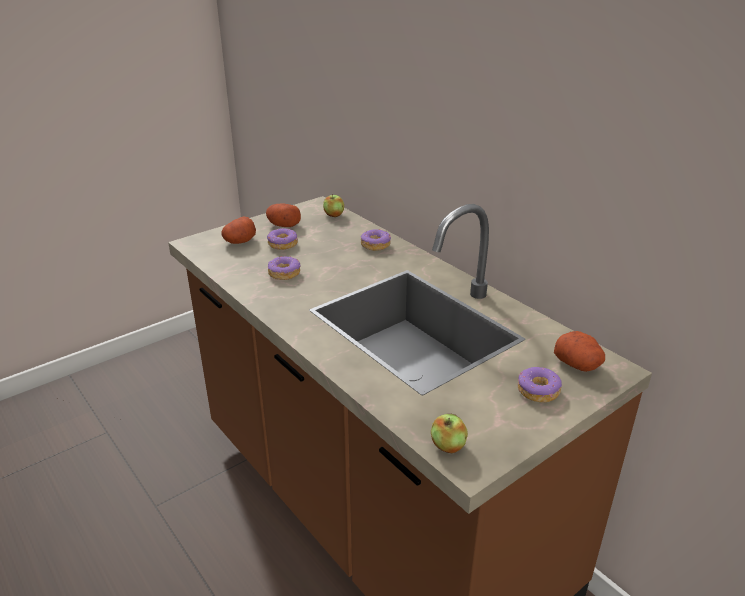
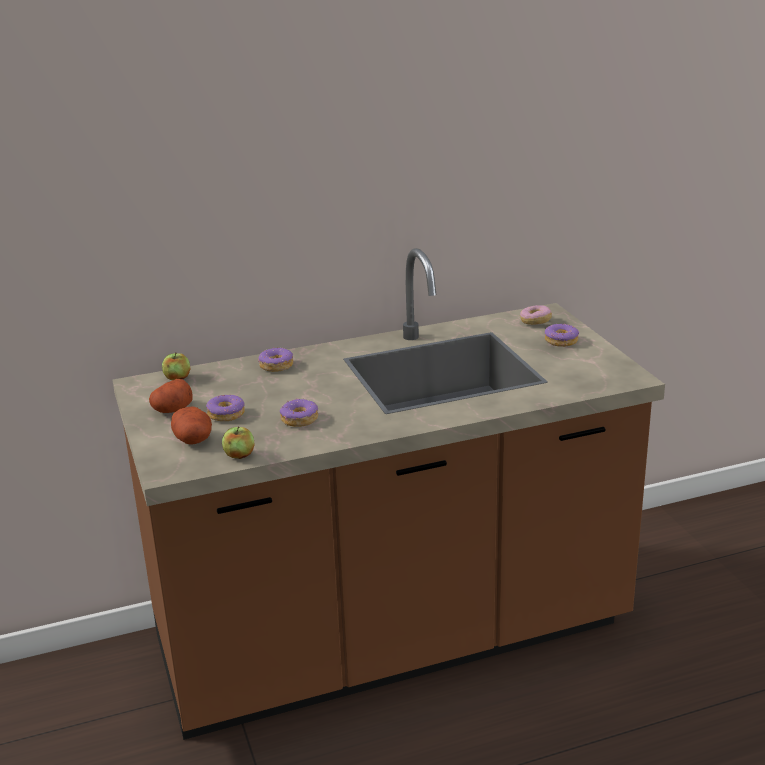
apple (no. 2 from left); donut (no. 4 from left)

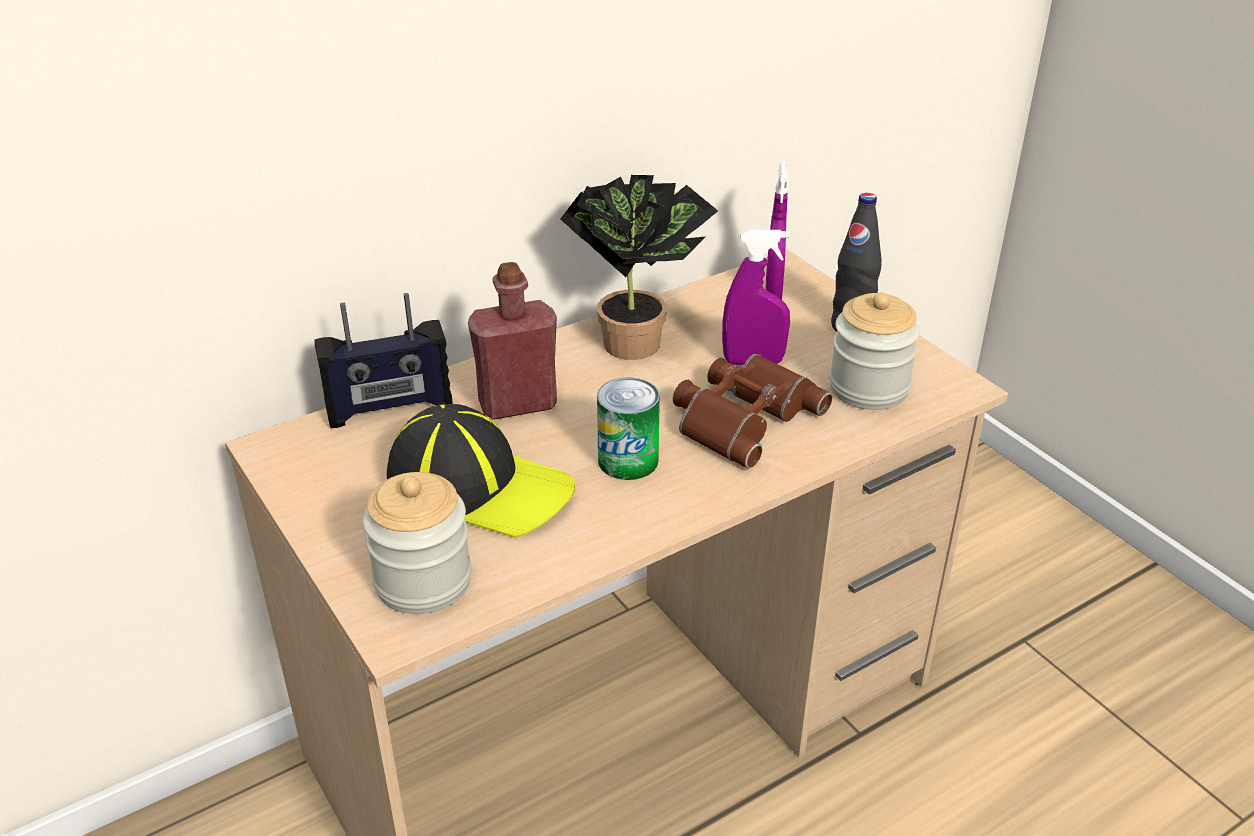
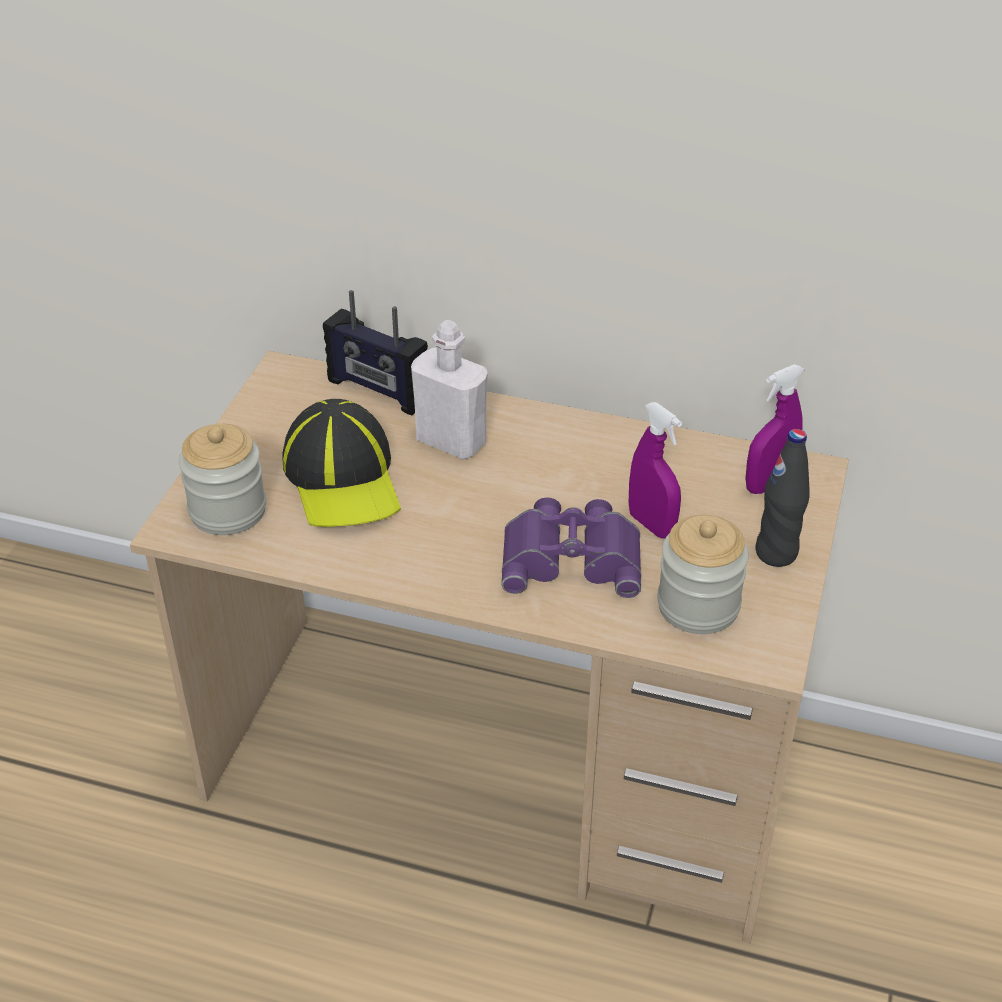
white_bottle; purple_binoculars; potted_plant; can

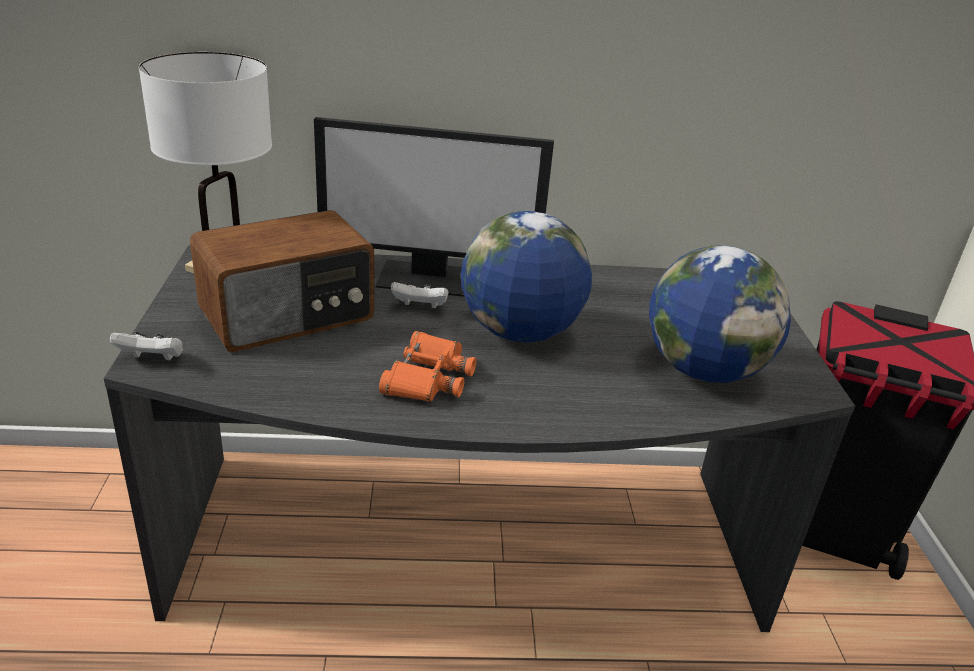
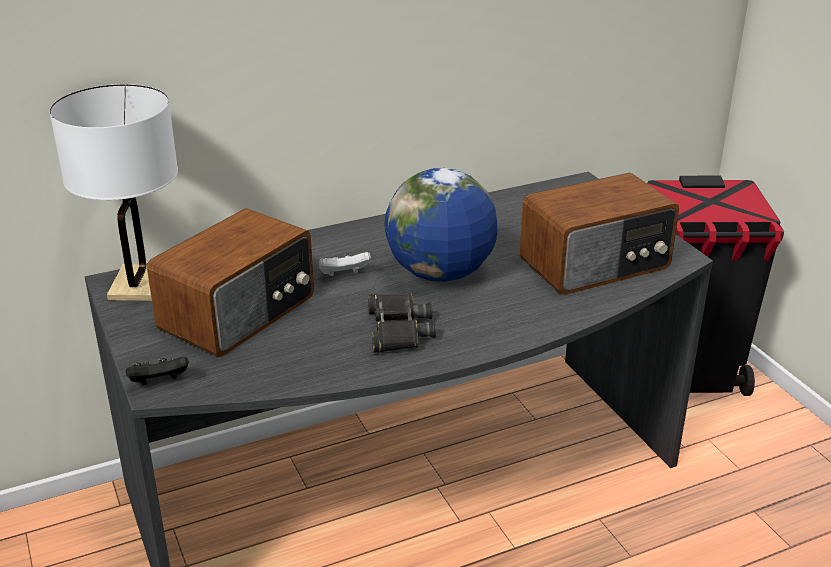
black_game_controller; black_binoculars; radio (no. 2 from left); monitor

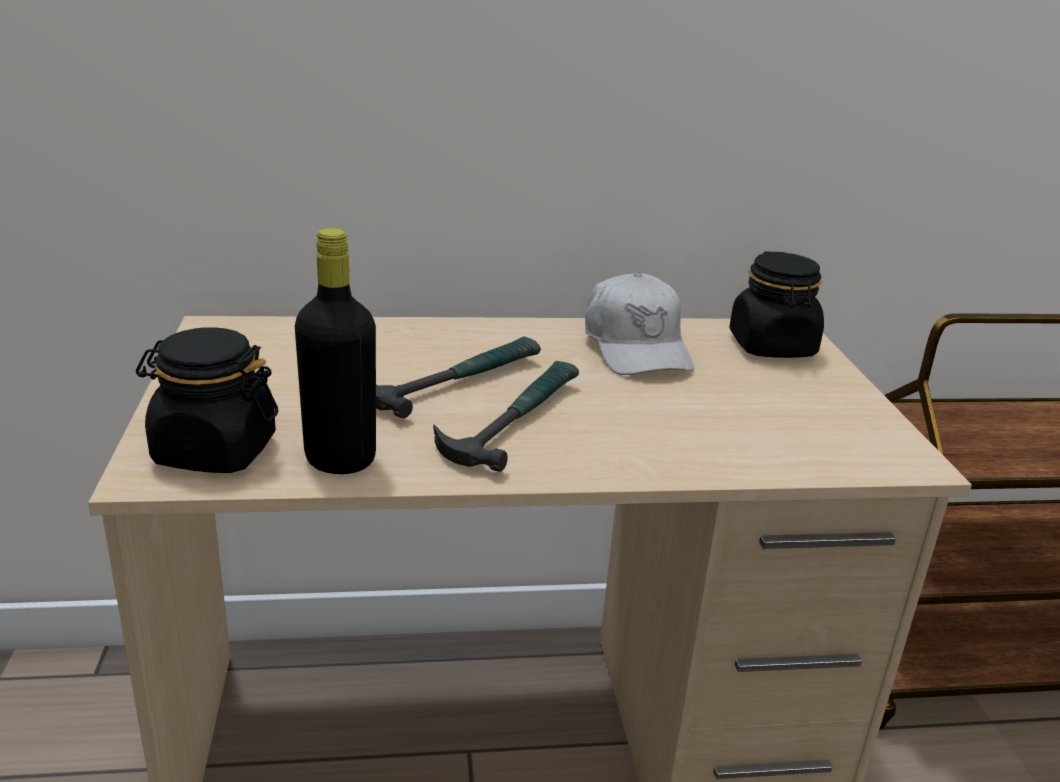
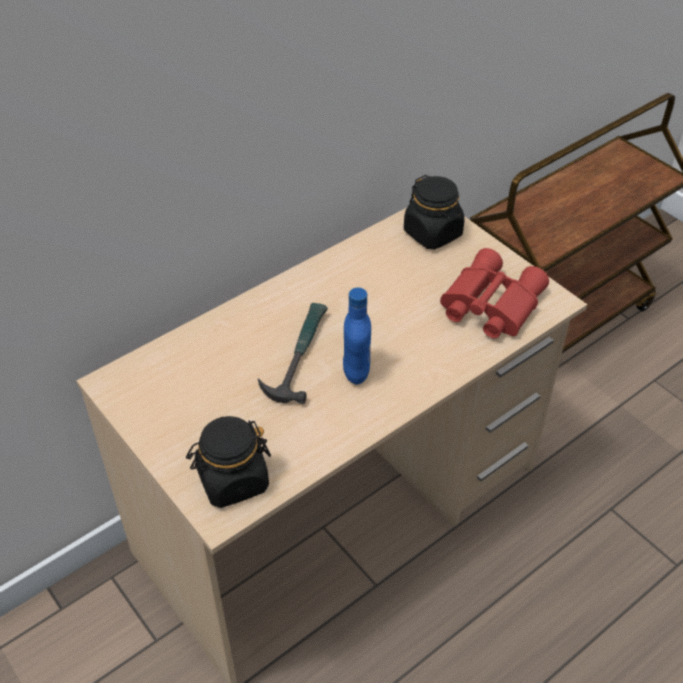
blue_bottle; red_binoculars; black_bottle; white_cap

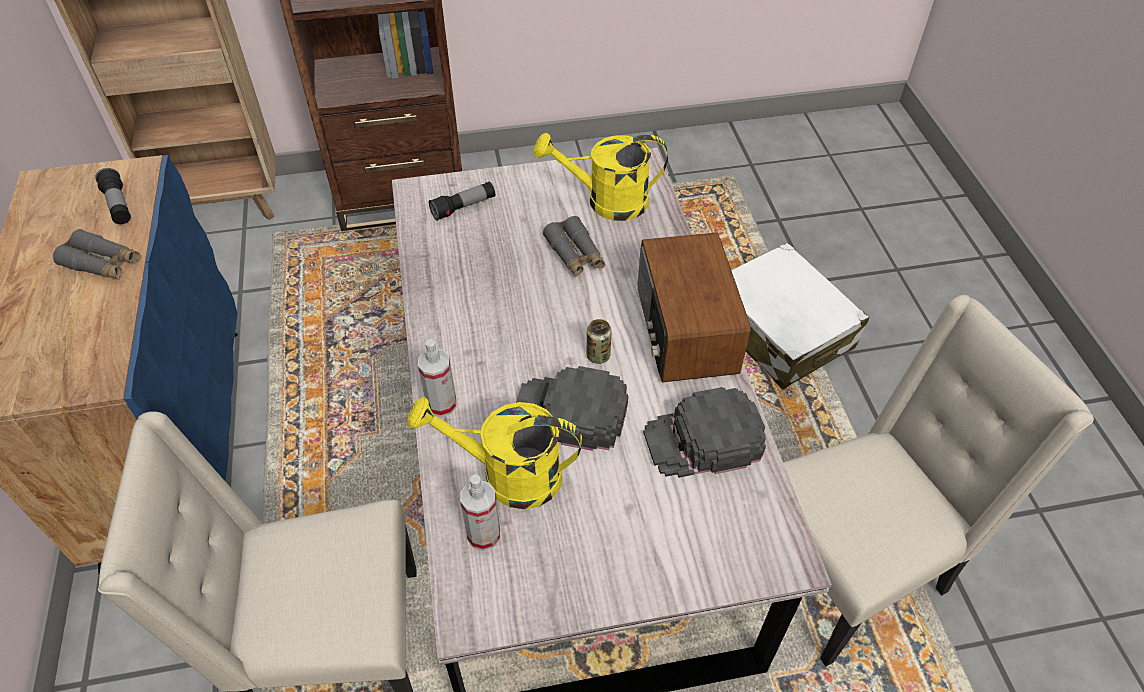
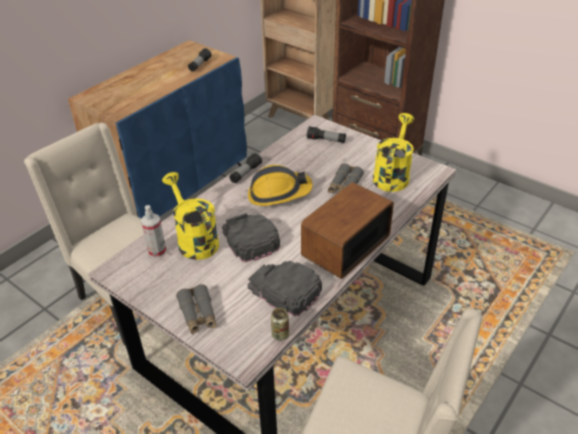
grey_binoculars (no. 1 from left); flashlight (no. 2 from left); hard_hat; can; yellow_watering_can (no. 2 from left); spray_bottle (no. 1 from left in the first image); white_suitcase

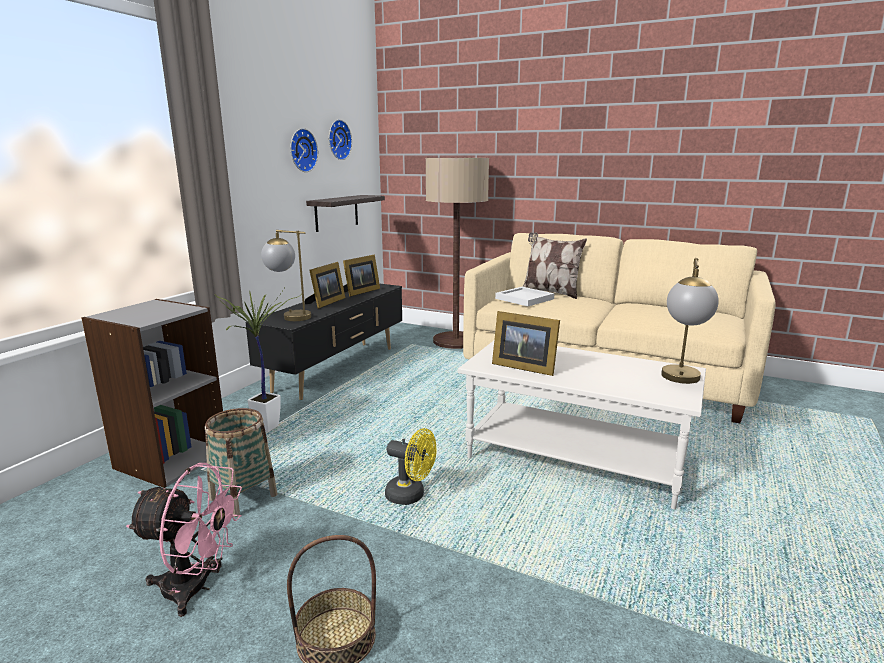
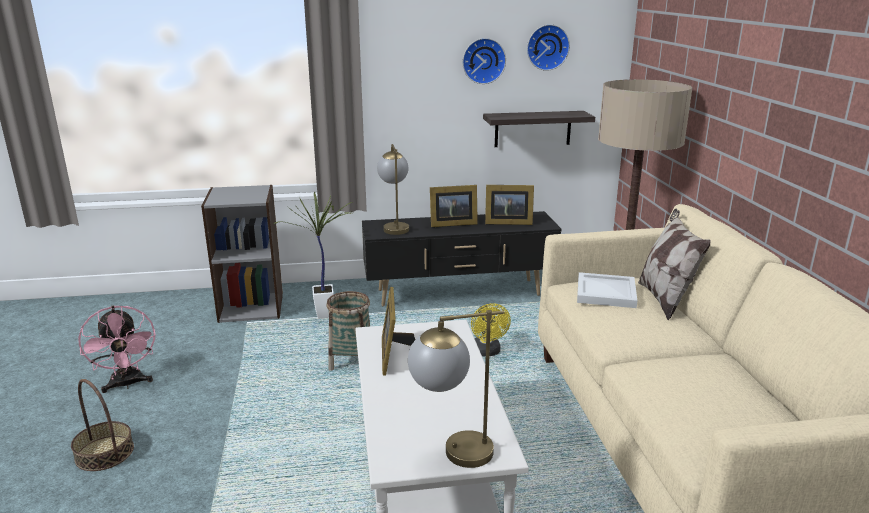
basket (no. 2 from left); yellow_fan

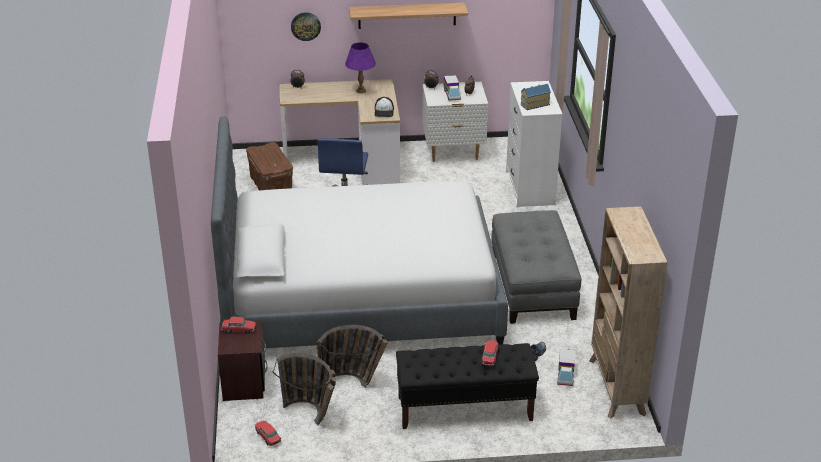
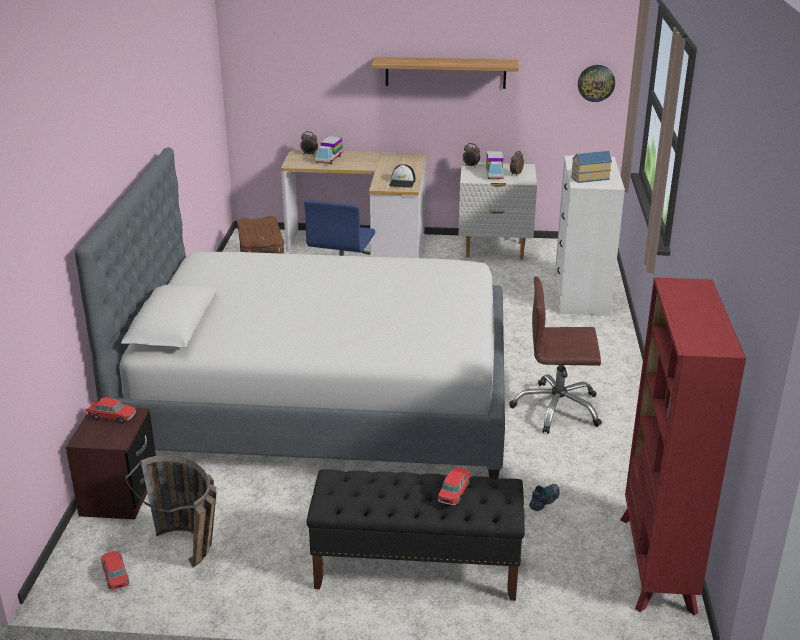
toy_truck (no. 1 from left); brown_office_chair; wall_clock; red_bookcase; basket (no. 2 from left in the first image); purple_table_lamp

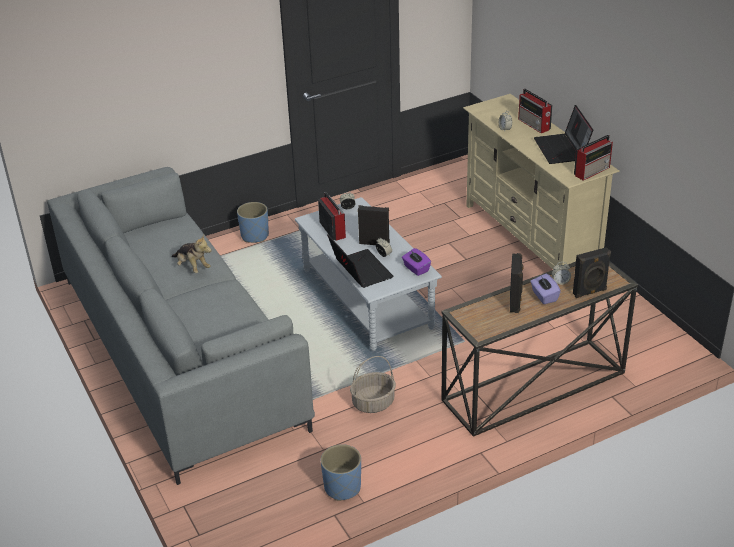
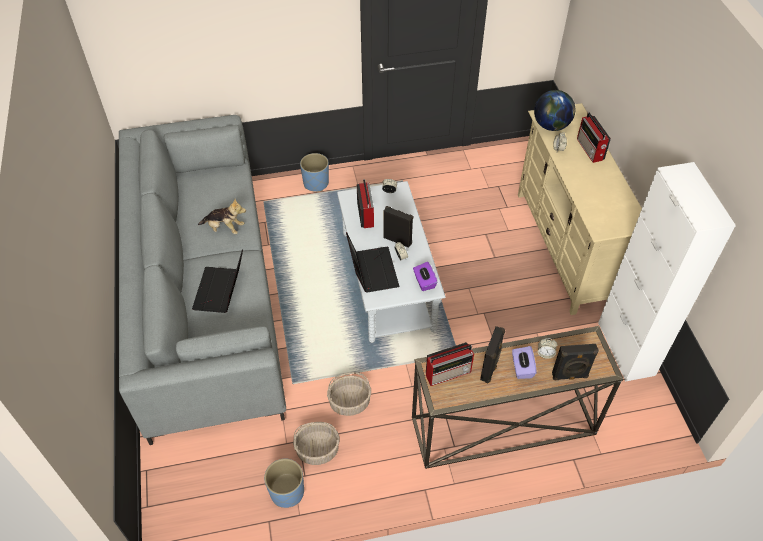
laptop (no. 1 from left); plush_toy; basket (no. 1 from left); radio (no. 2 from left); globe; white_cabinet

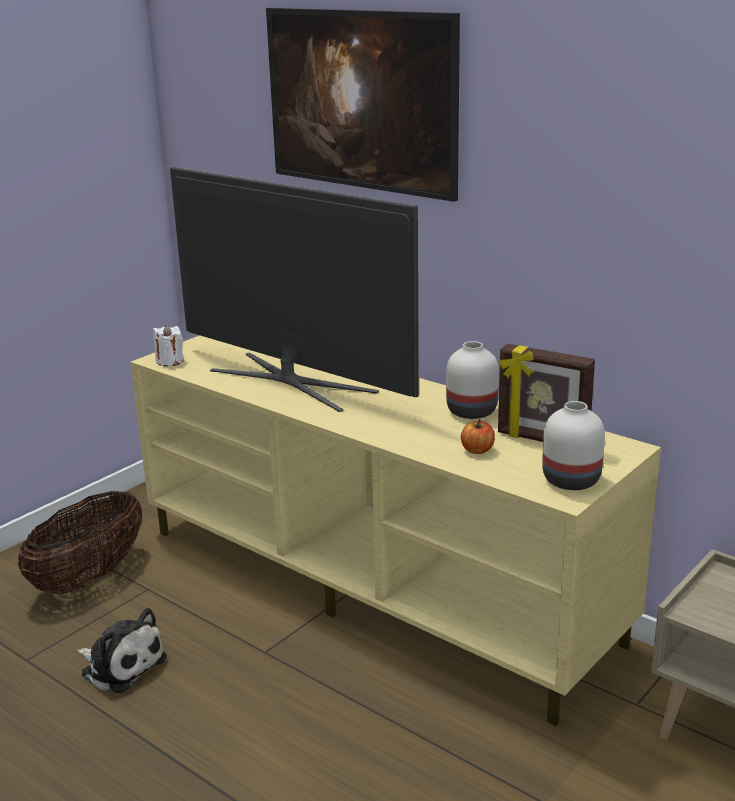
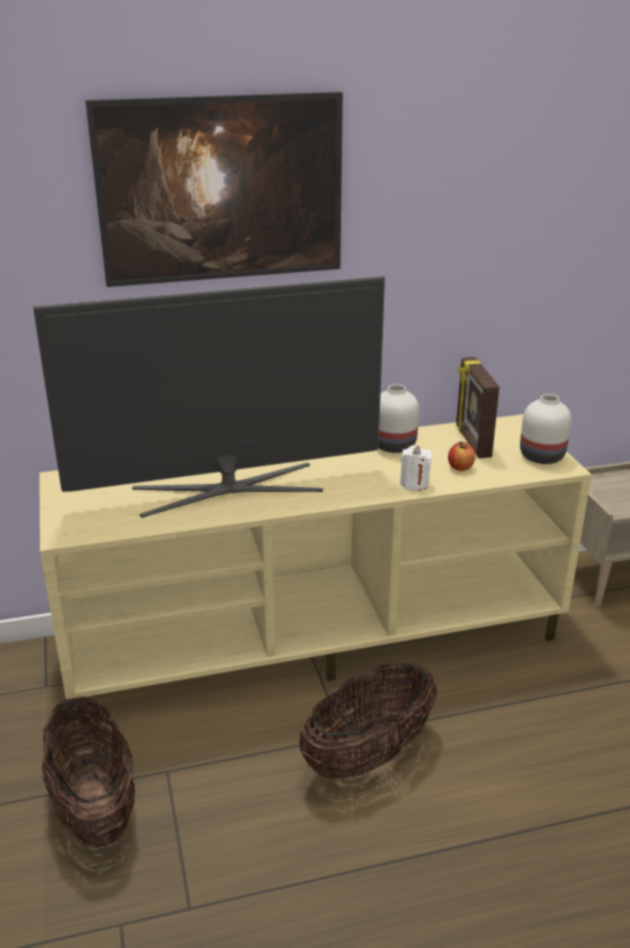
basket (no. 2 from left); white_candle; picture_frame; plush_toy

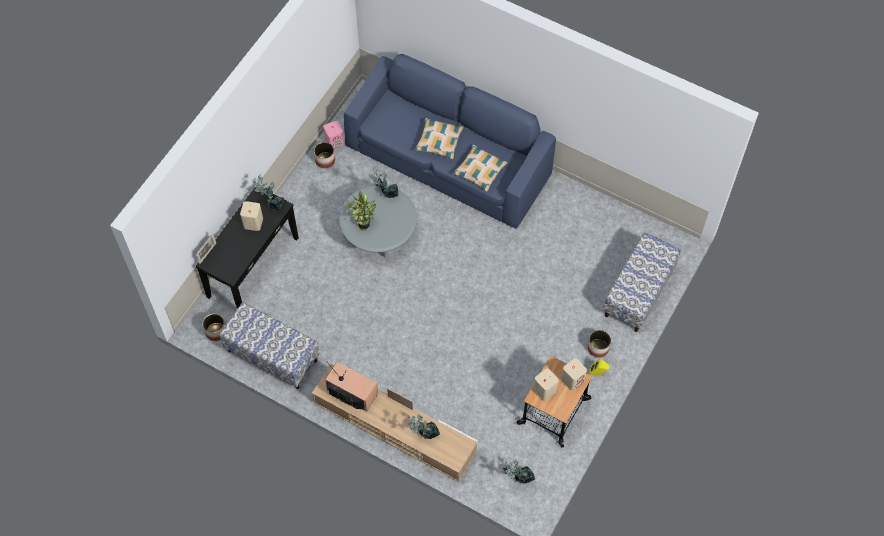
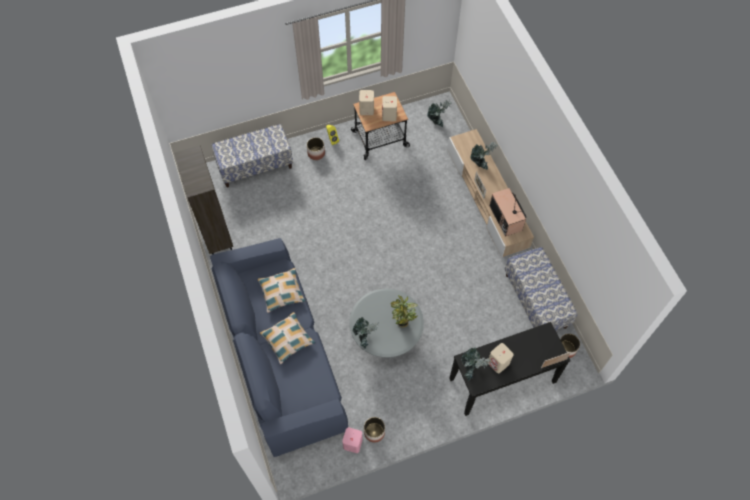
brown_bookcase

